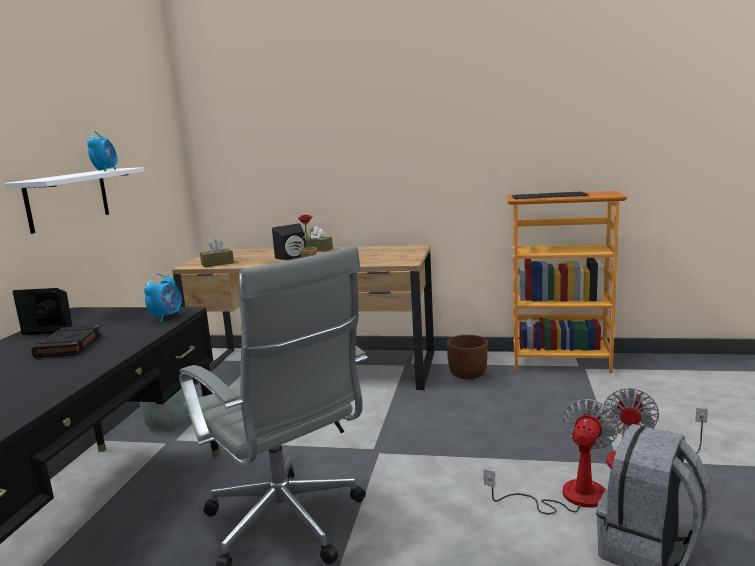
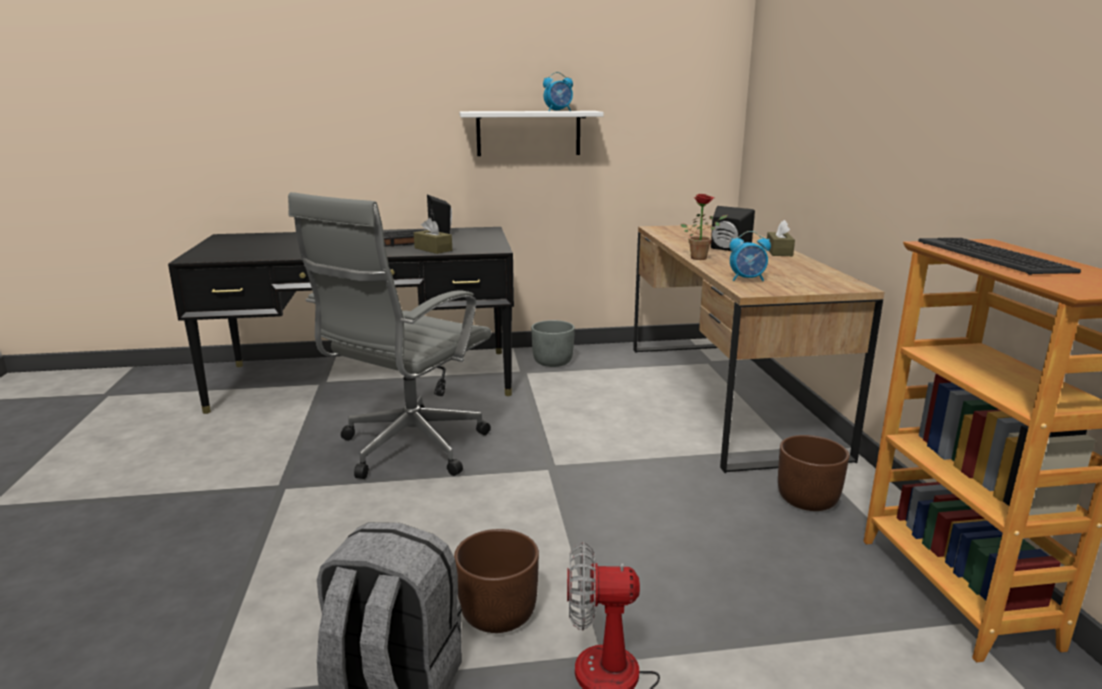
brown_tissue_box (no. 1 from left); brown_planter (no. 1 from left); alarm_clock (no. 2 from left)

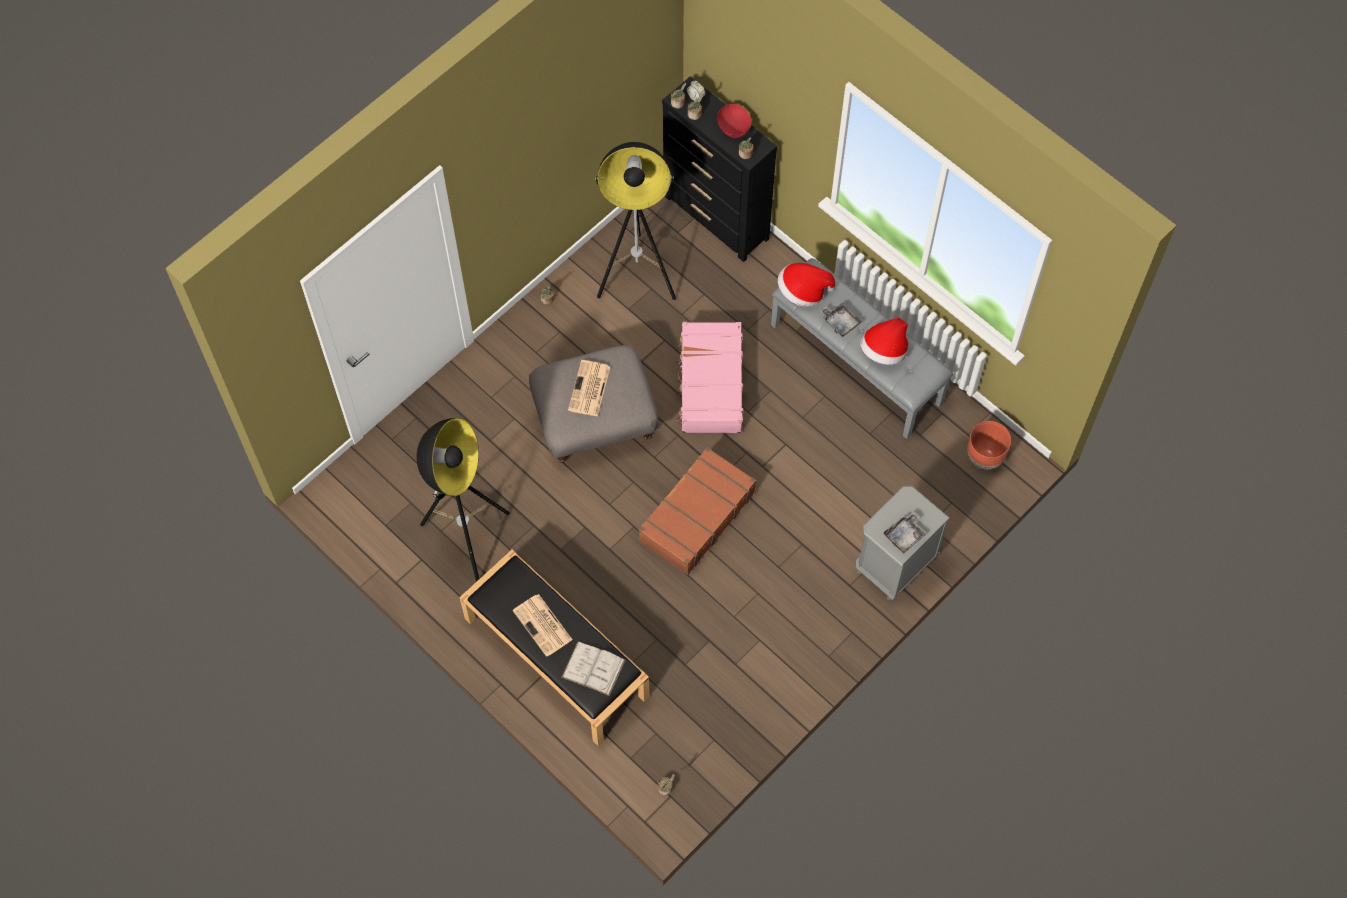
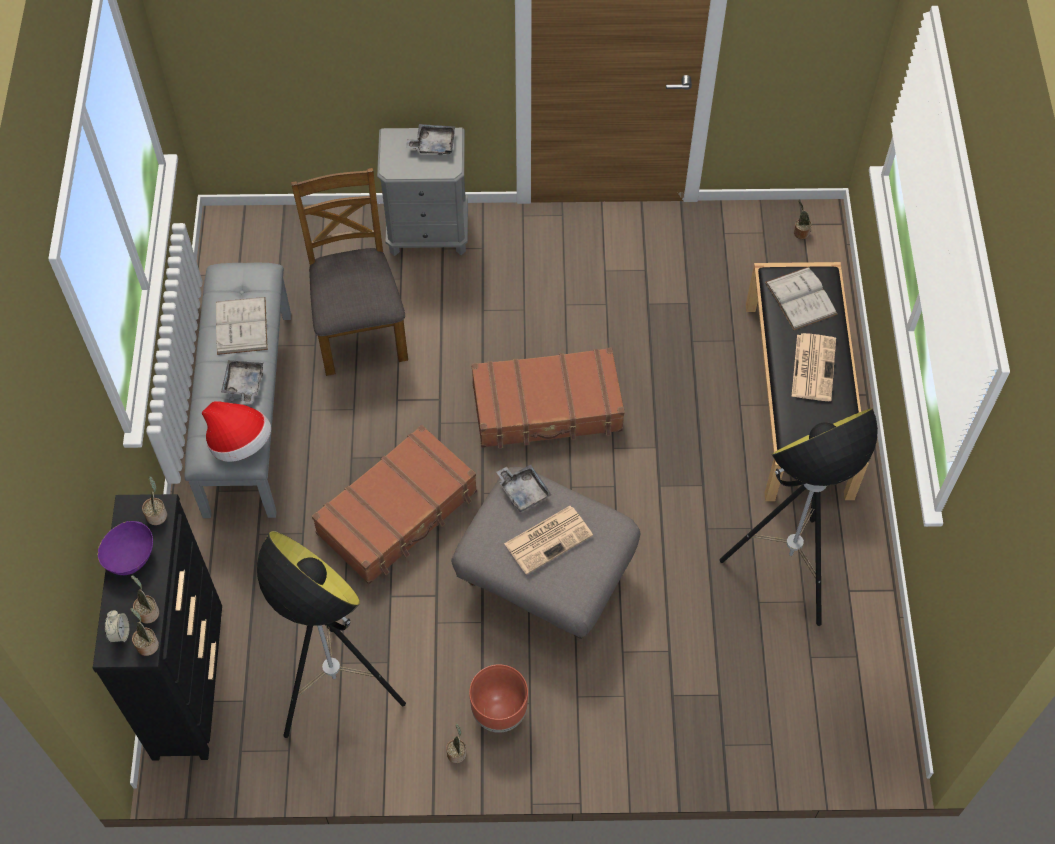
purple_bowl; white_book (no. 1 from left); brown_chair; brown_suitcase (no. 1 from left); brown_planter; grey_tray (no. 3 from left)

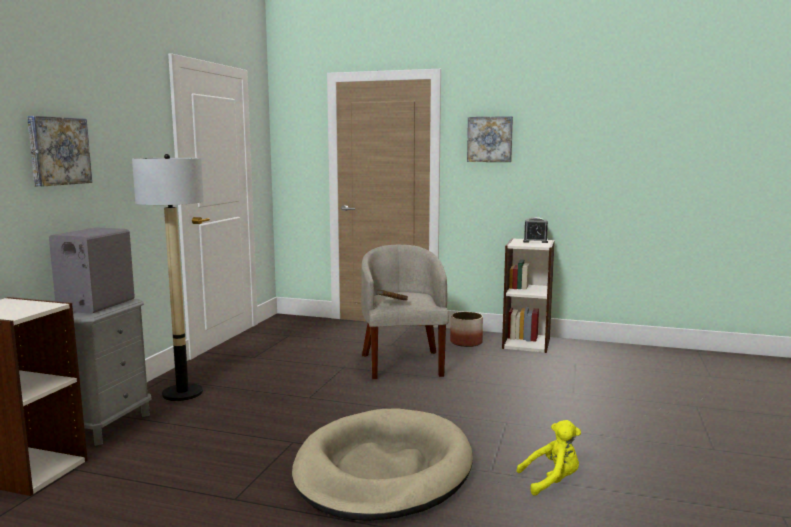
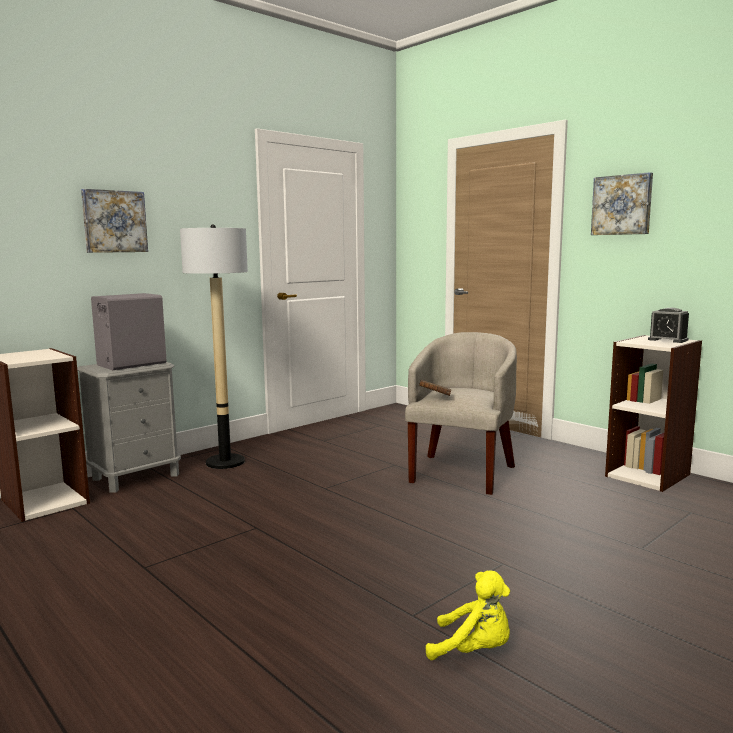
beige_dog_bed; planter

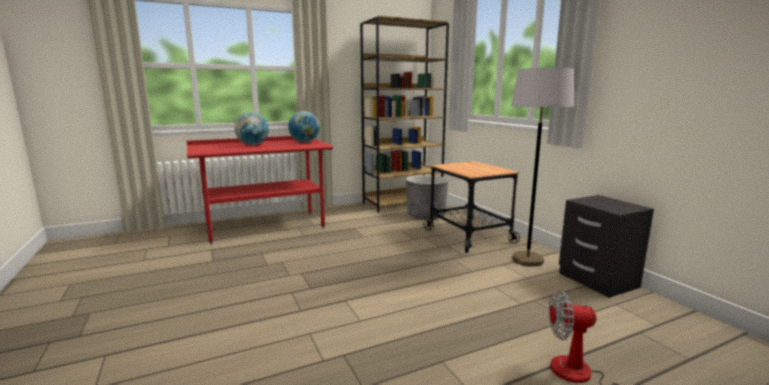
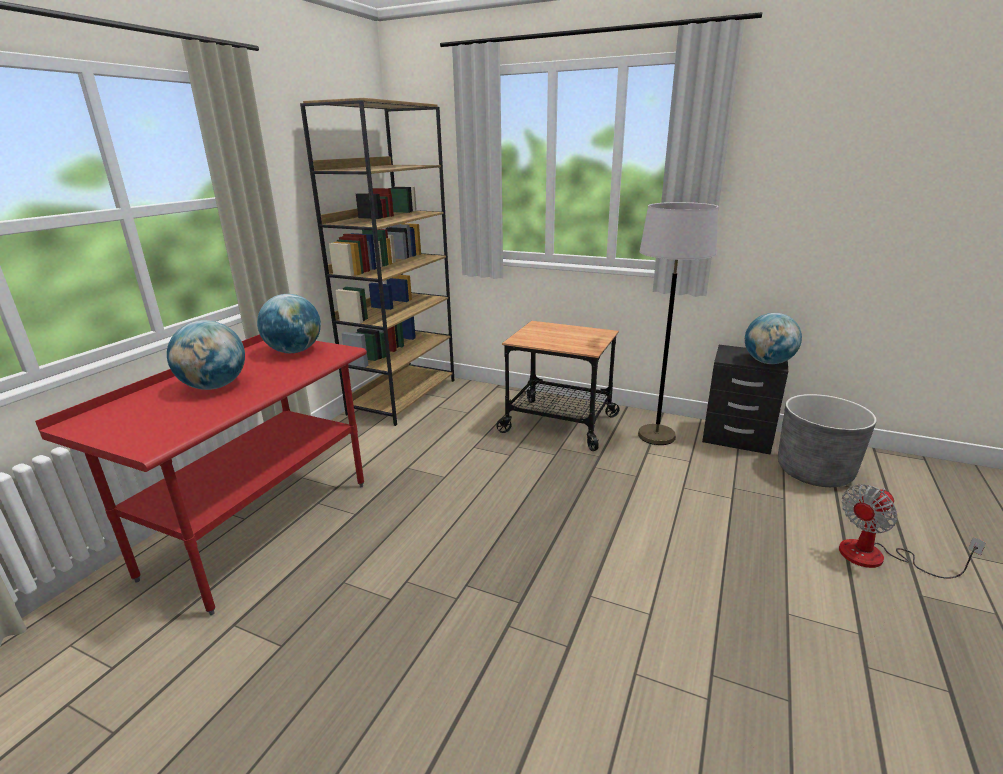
globe (no. 3 from left); grey_planter

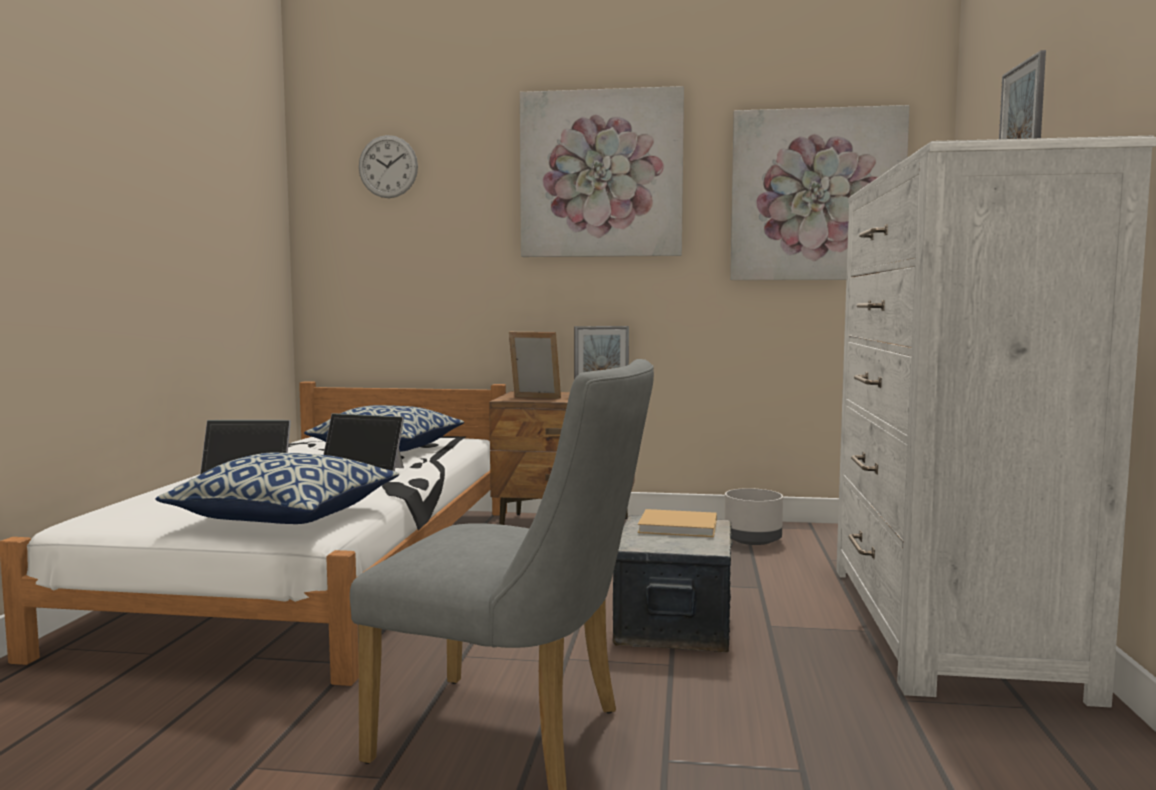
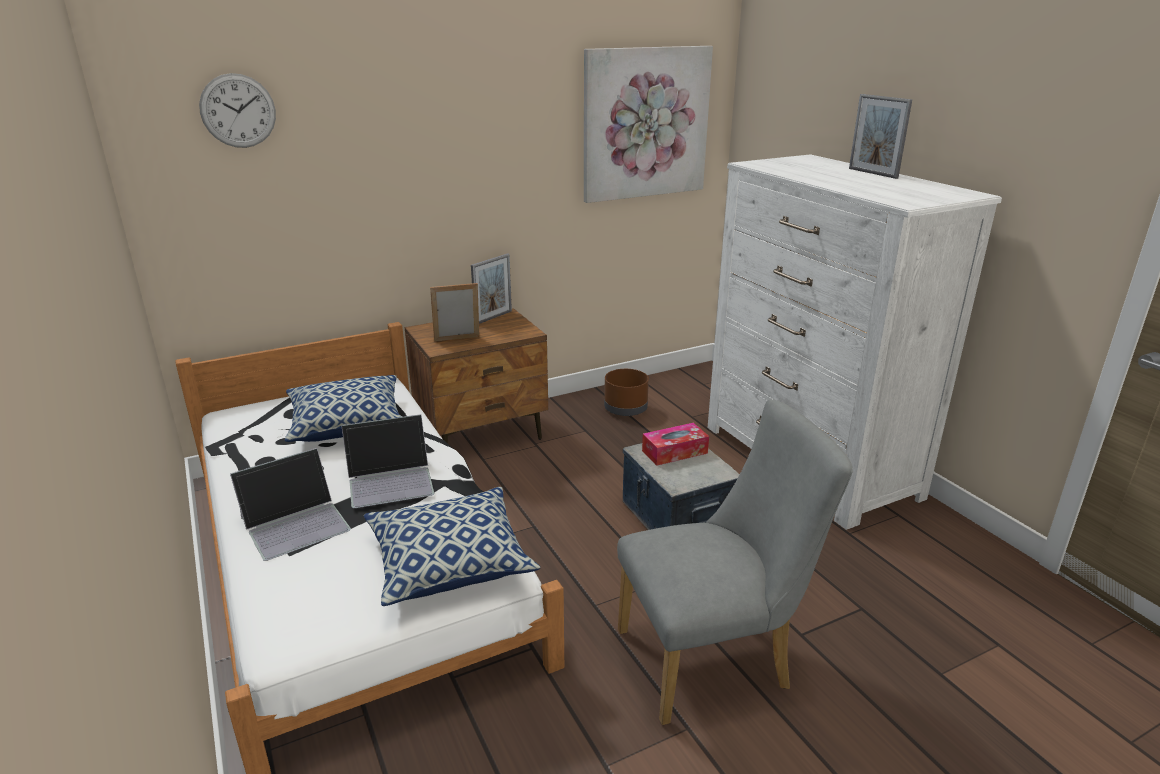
brown_planter; tissue_box; picture (no. 1 from left in the first image)

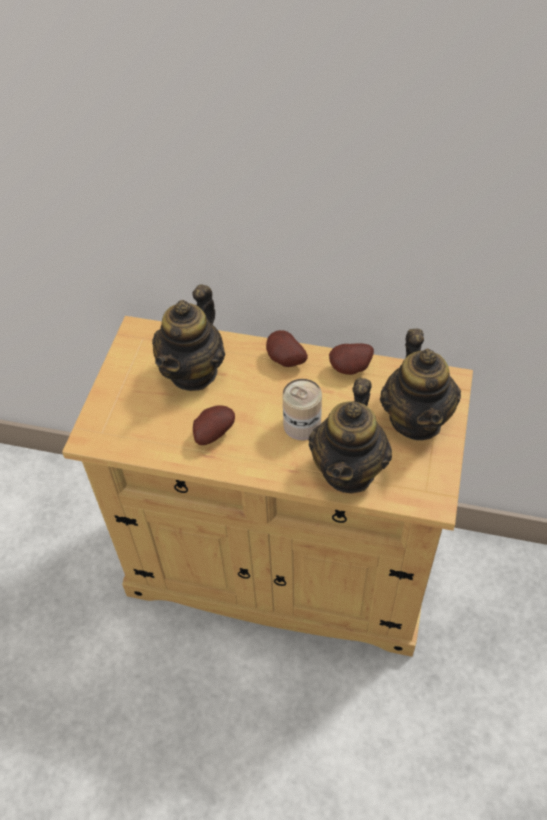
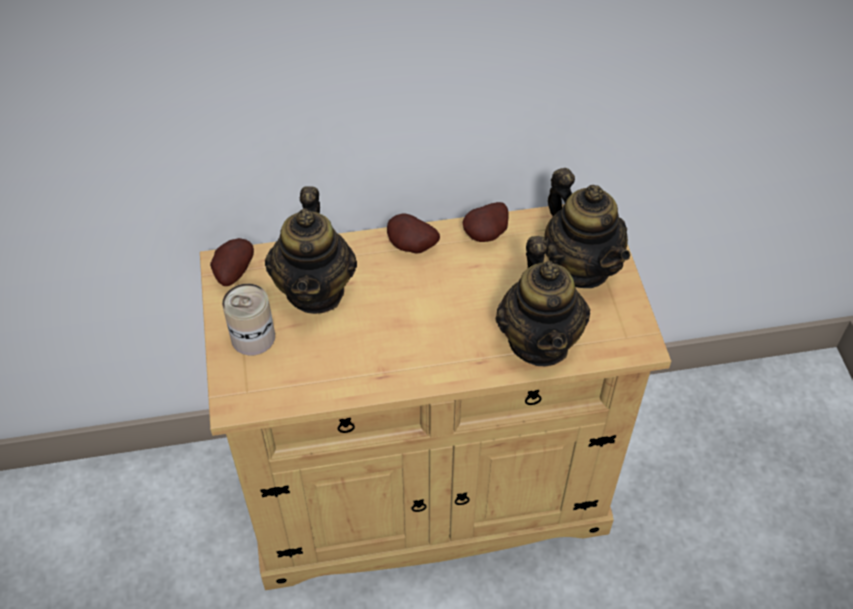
potato (no. 1 from left); can

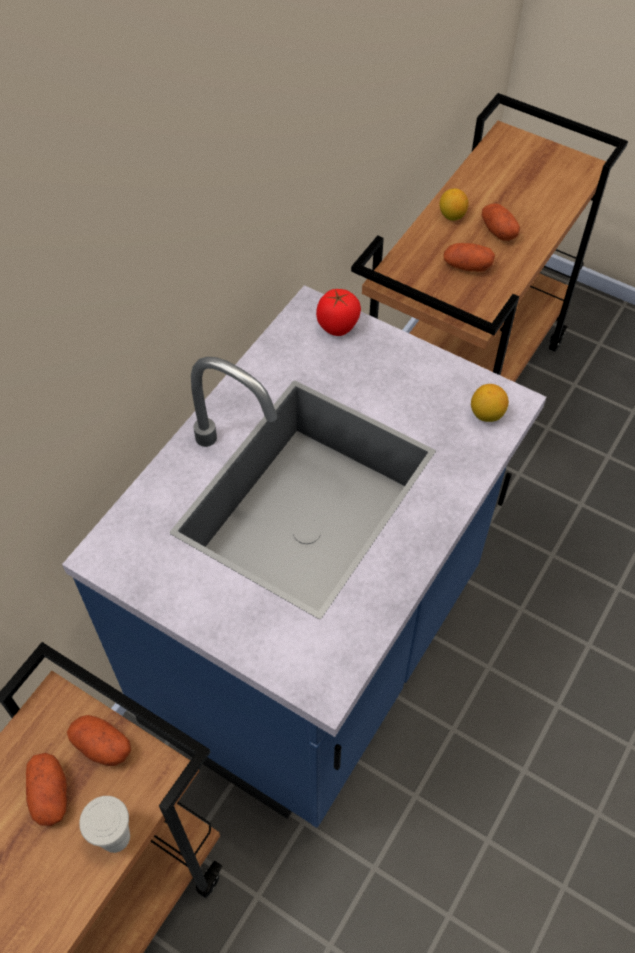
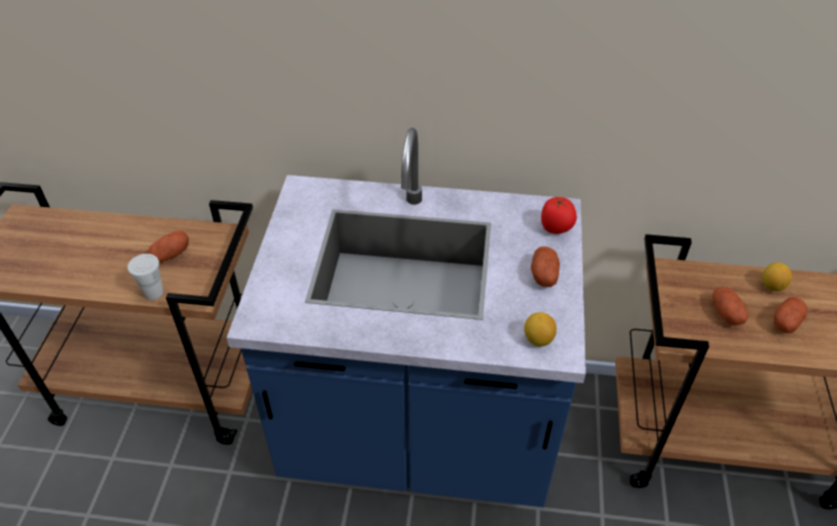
potato (no. 2 from left)

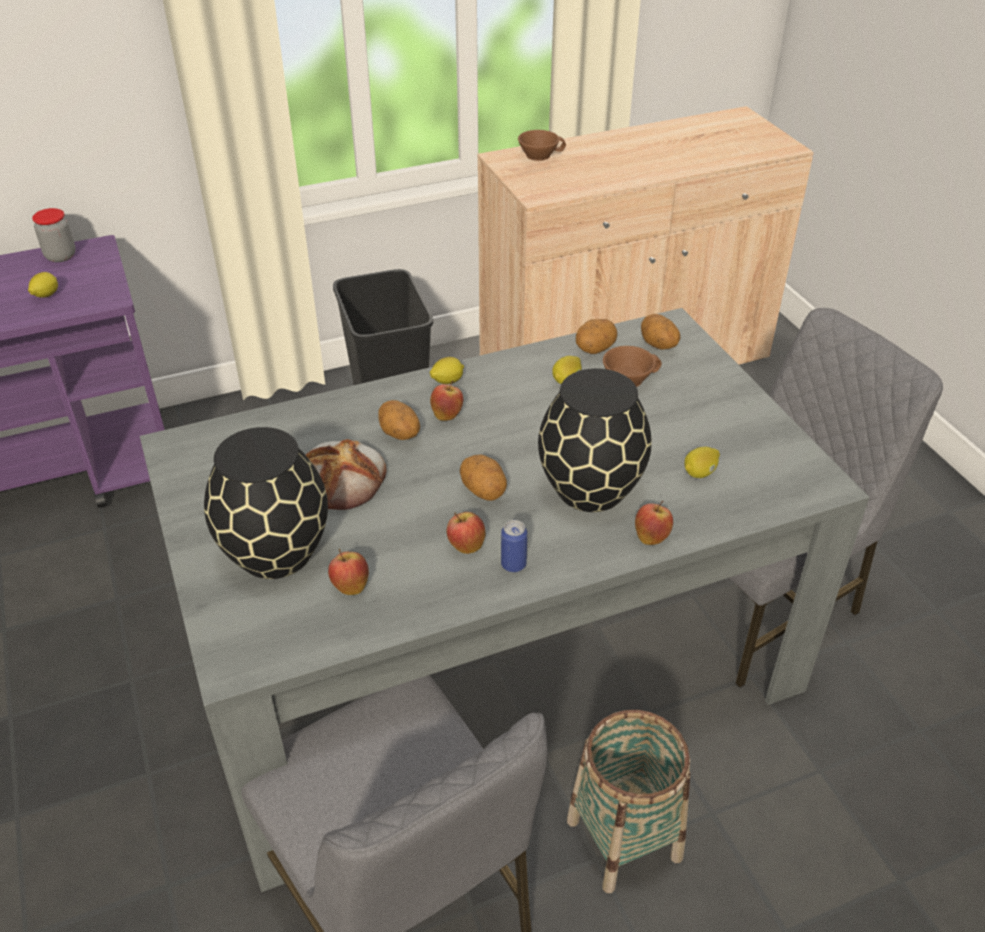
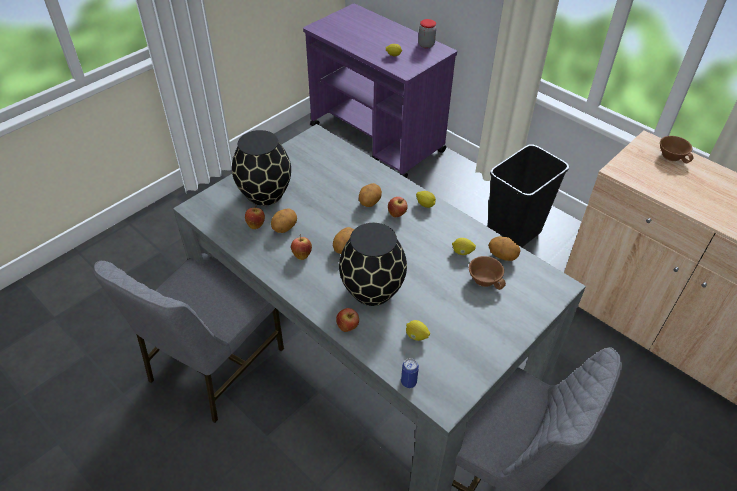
potato (no. 1 from left); can; bread; basket

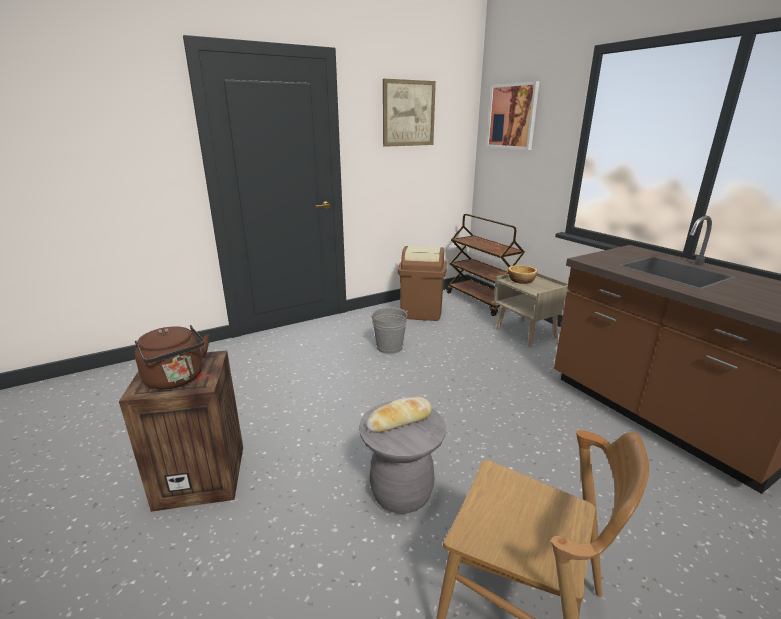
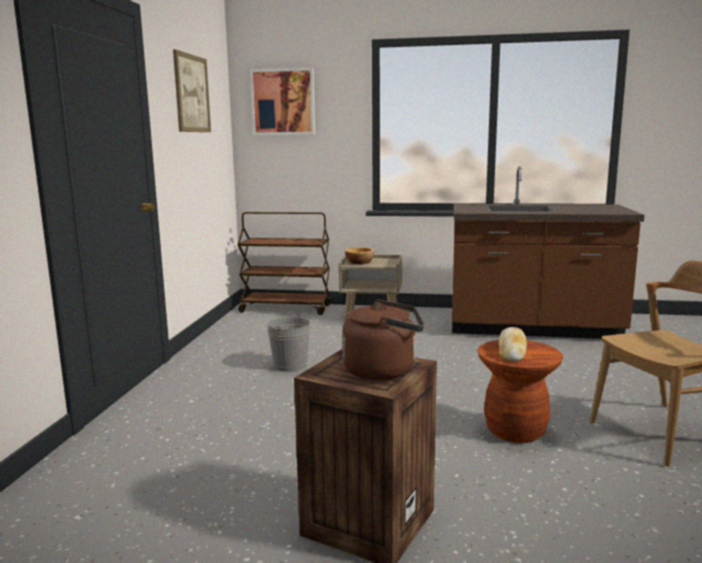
brown_stool; brown_trash_can

